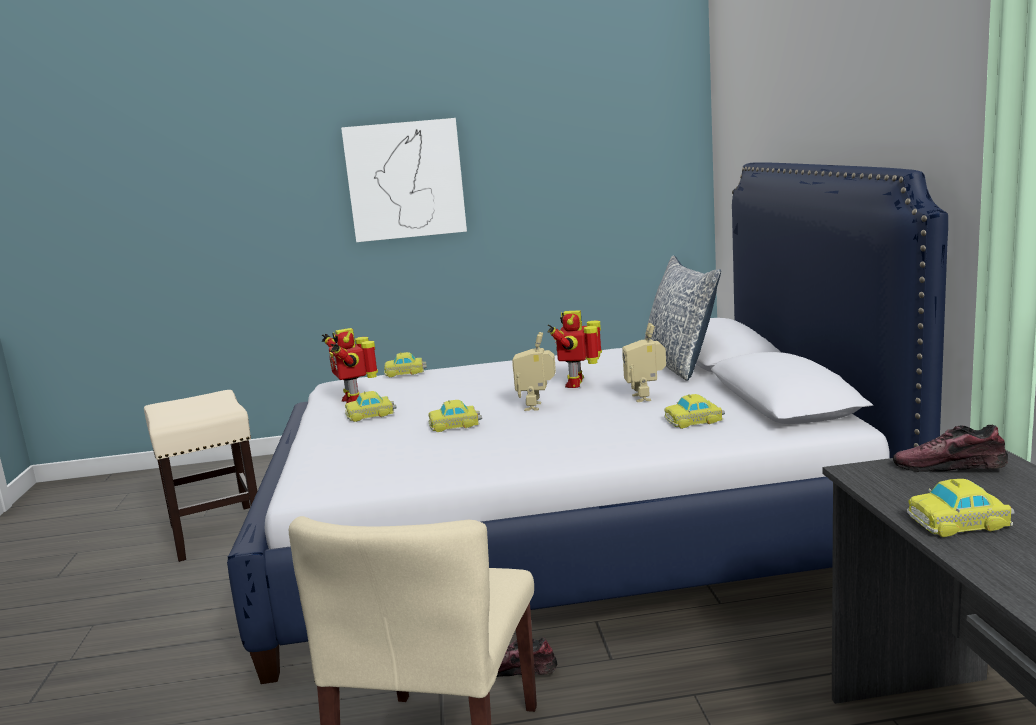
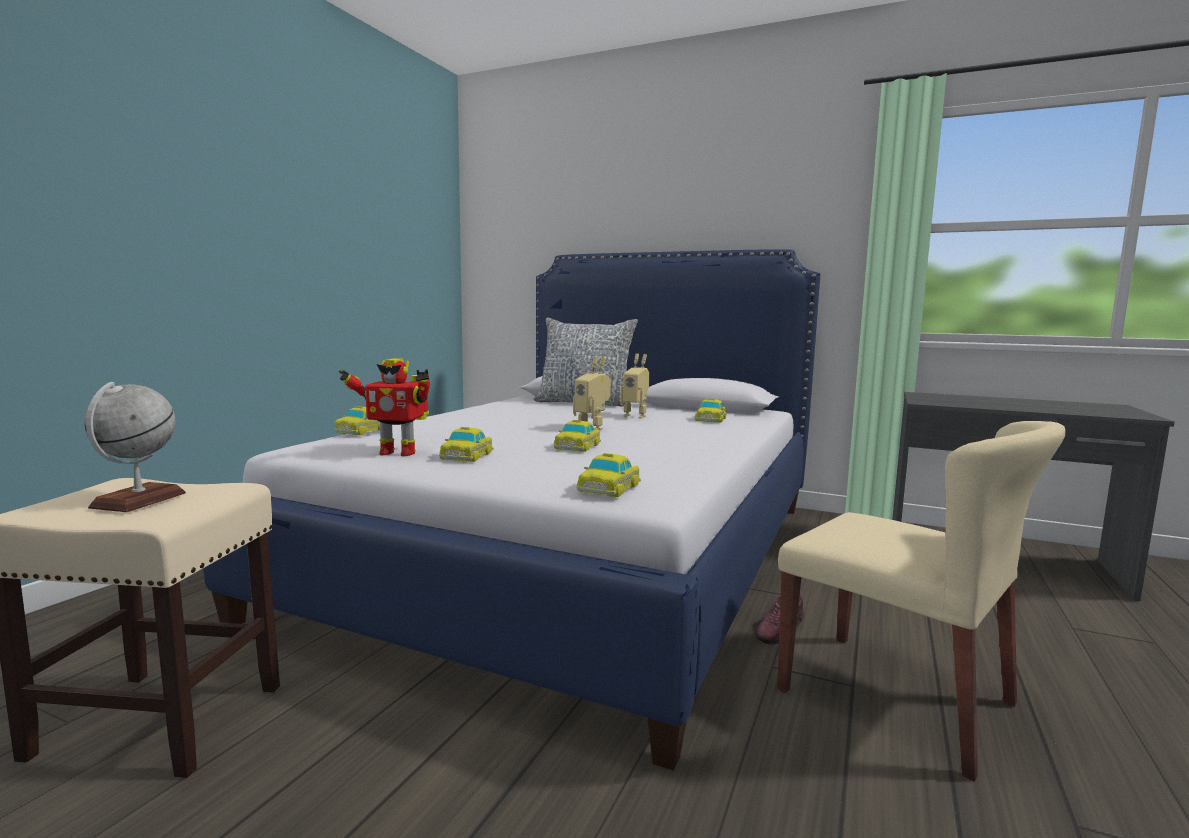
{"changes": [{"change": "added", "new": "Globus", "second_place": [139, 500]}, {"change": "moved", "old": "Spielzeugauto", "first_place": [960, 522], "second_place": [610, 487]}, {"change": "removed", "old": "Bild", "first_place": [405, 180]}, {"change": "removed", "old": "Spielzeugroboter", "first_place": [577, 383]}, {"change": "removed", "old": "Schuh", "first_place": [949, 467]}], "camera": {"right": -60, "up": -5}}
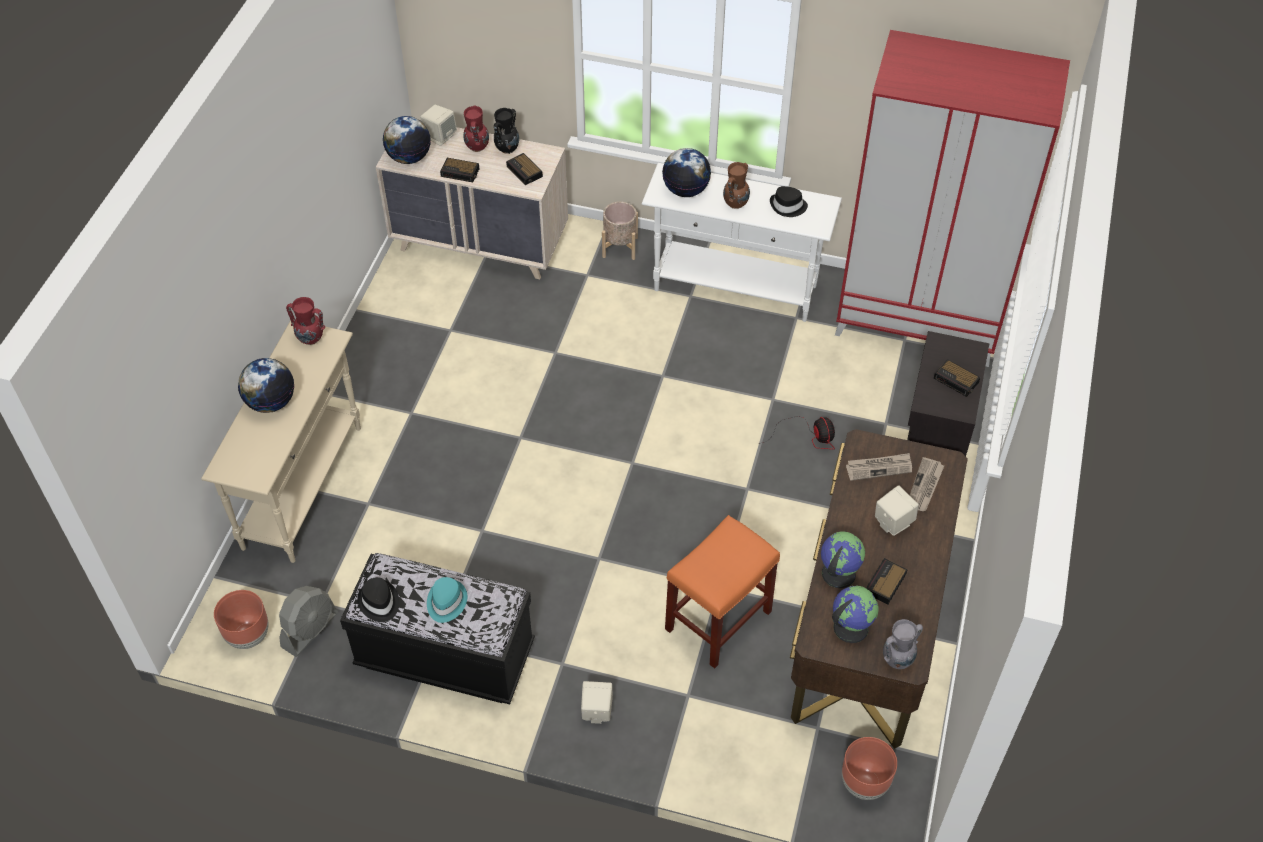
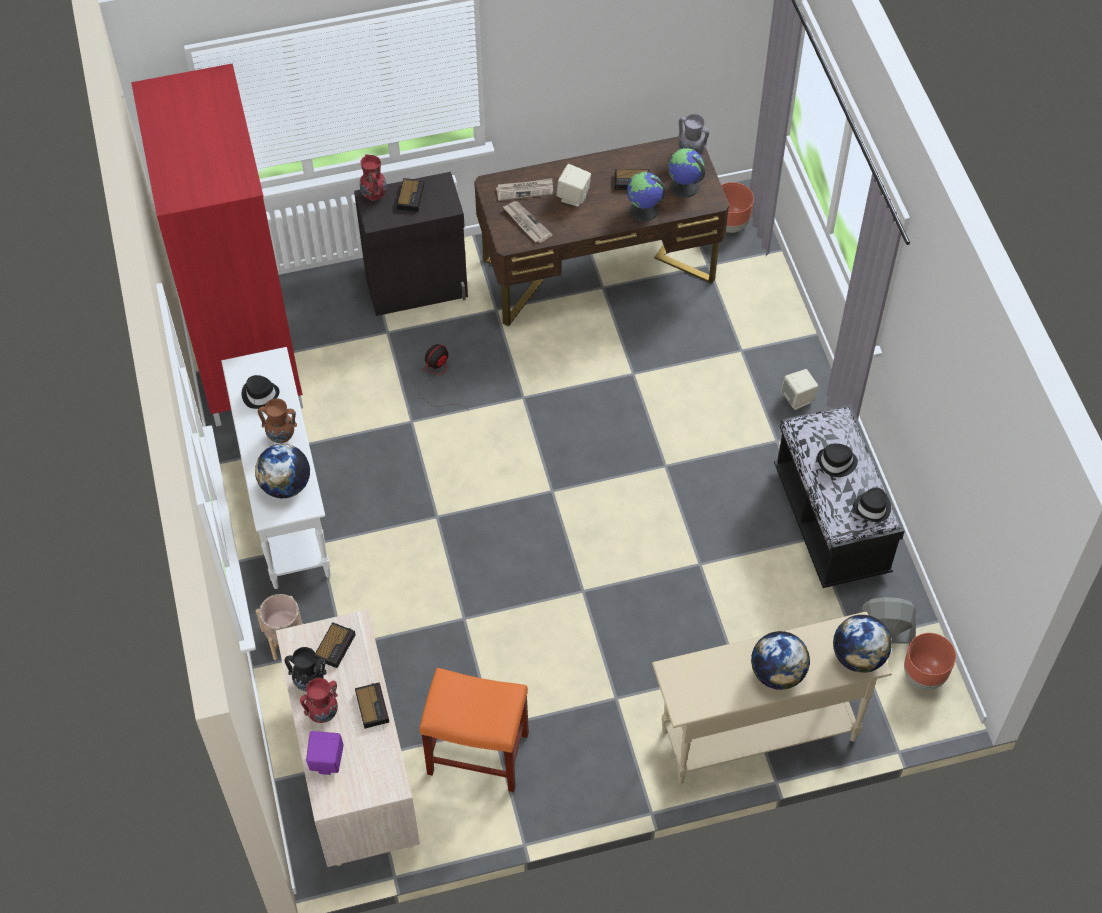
{"changes": [{"change": "recoloured", "old": "Lautsprecher (beige)", "new": "Lautsprecher (lila)", "first_place": [440, 136], "second_place": [326, 761]}, {"change": "moved", "old": "Vase (rot)", "first_place": [311, 339], "second_place": [374, 195]}, {"change": "moved", "old": "Hocker (orange)", "first_place": [719, 619], "second_place": [476, 753]}, {"change": "recoloured", "old": "Hut (türkis)", "new": "Hut (schwarz)", "first_place": [446, 602], "second_place": [837, 463]}, {"change": "moved", "old": "Globus", "first_place": [409, 157], "second_place": [858, 657]}], "camera": {"right": -120, "up": 5}}
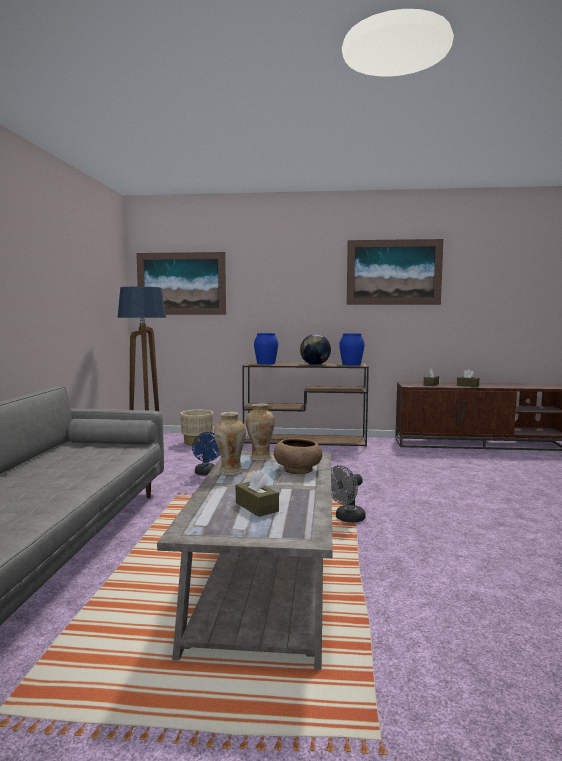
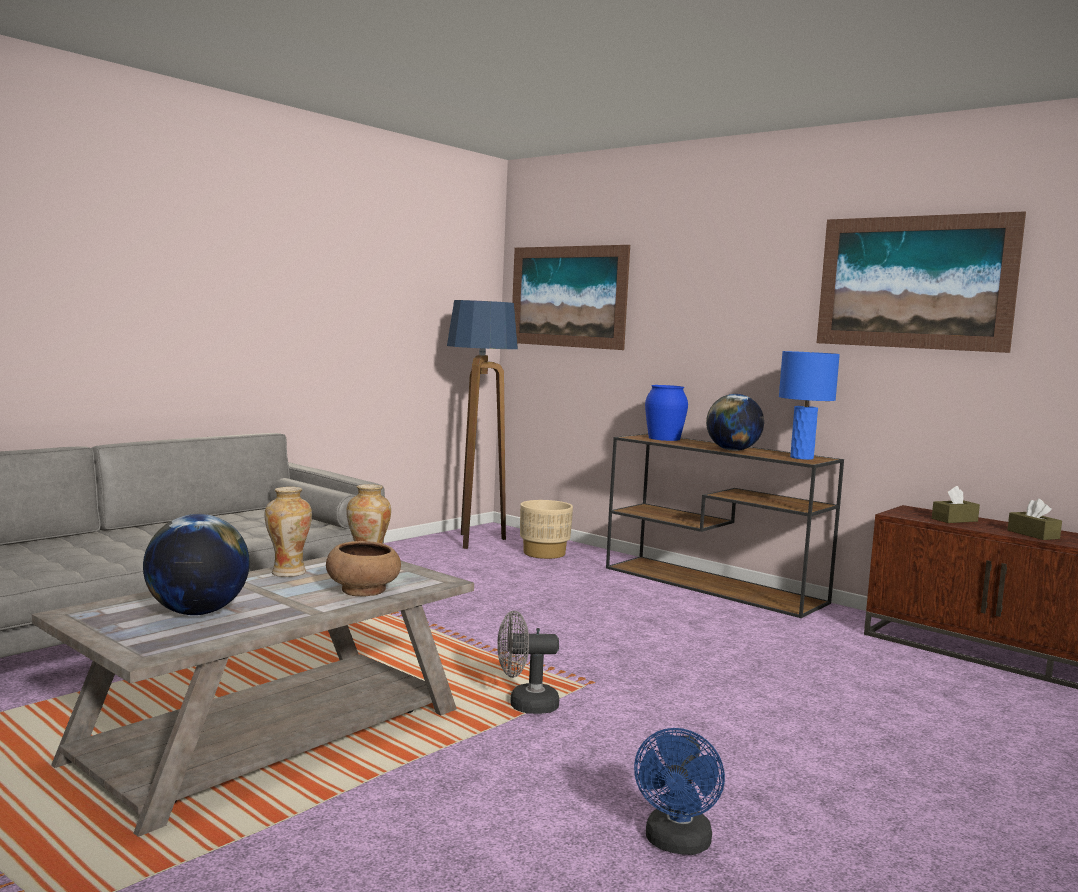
{"changes": [{"change": "replaced", "old": "Taschentuchbox (braun)", "new": "Globus", "first_place": [256, 507], "second_place": [197, 612]}, {"change": "moved", "old": "Ventilator (blau)", "first_place": [207, 473], "second_place": [676, 844]}, {"change": "replaced", "old": "Vase (blau)", "new": "Tischlampe (blau)", "first_place": [351, 364], "second_place": [801, 457]}], "camera": {"right": 35, "up": 0}}
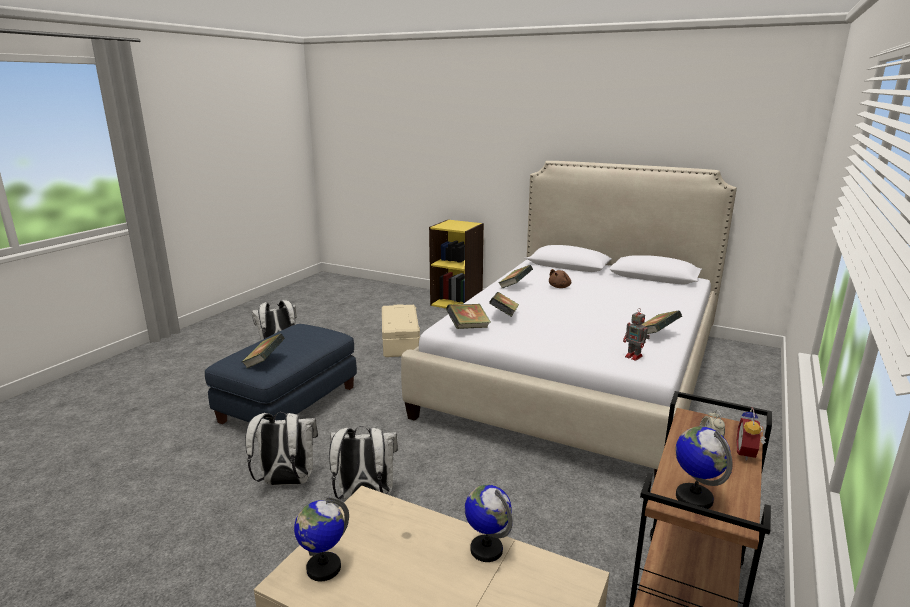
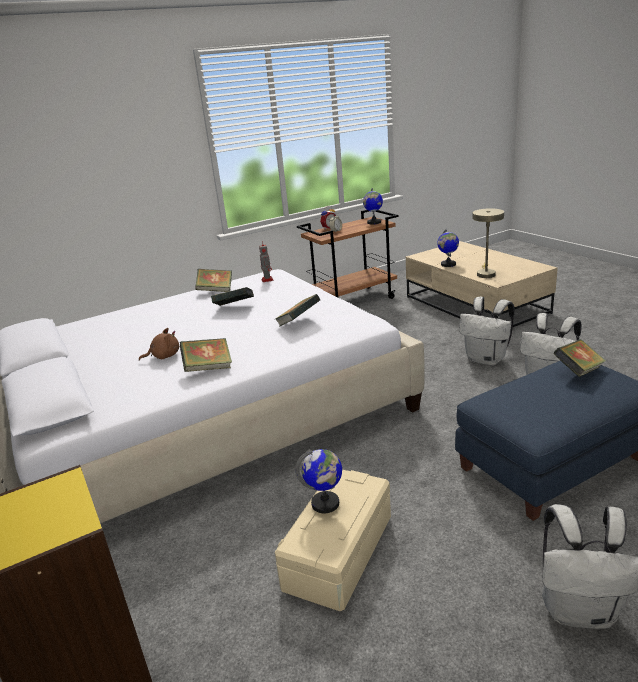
{"changes": [{"change": "moved", "old": "Buch", "first_place": [468, 328], "second_place": [234, 307]}, {"change": "moved", "old": "Globus", "first_place": [323, 568], "second_place": [325, 504]}, {"change": "added", "new": "Tischlampe (beige)", "second_place": [485, 273]}], "camera": {"right": -145, "up": 5}}
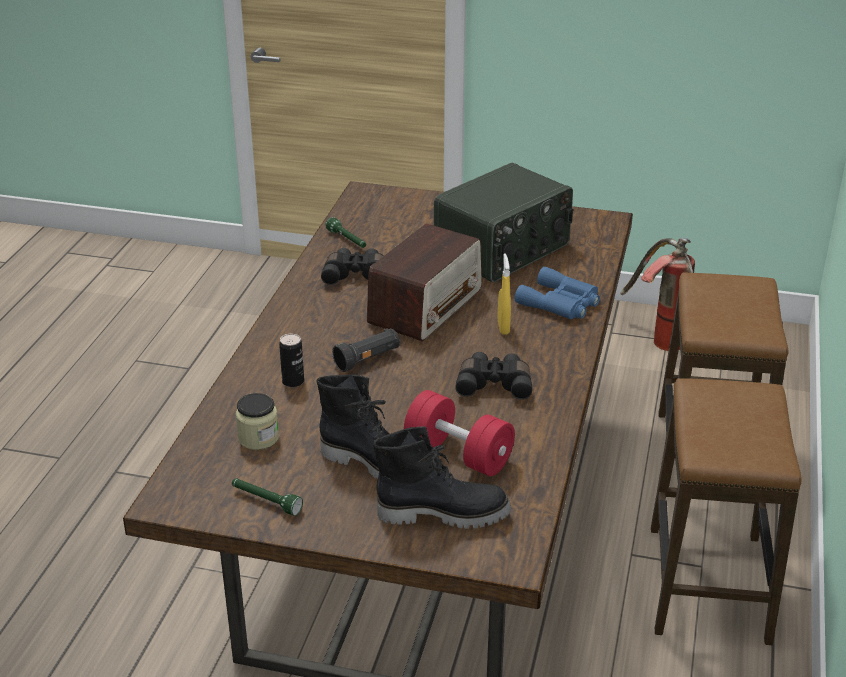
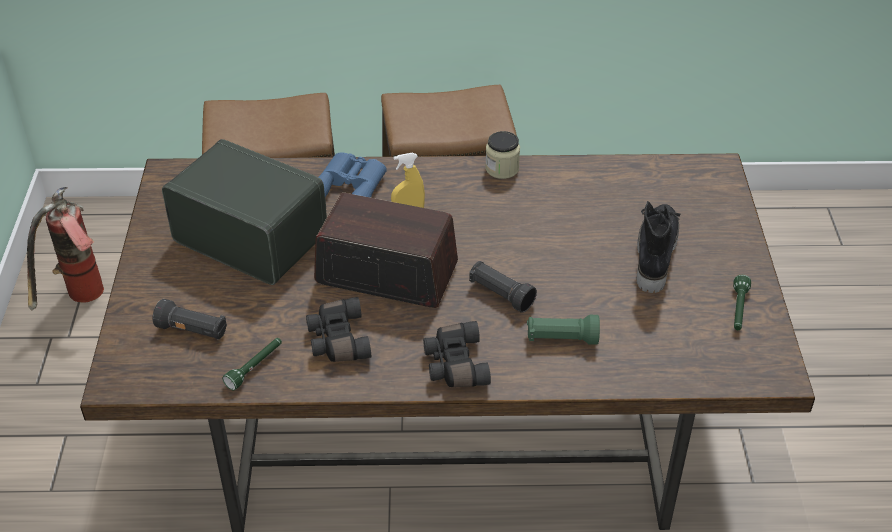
{"changes": [{"change": "added", "new": "Taschenlampe (schwarz)", "second_place": [193, 331]}, {"change": "moved", "old": "Fernglas (schwarz)", "first_place": [494, 384], "second_place": [454, 364]}, {"change": "moved", "old": "Vorratsglas", "first_place": [258, 438], "second_place": [502, 169]}, {"change": "replaced", "old": "Dose", "new": "Taschenlampe (grün)", "first_place": [293, 381], "second_place": [561, 338]}, {"change": "removed", "old": "Stiefel (schwarz)", "first_place": [443, 513]}, {"change": "removed", "old": "Hantel (rot)", "first_place": [458, 454]}], "camera": {"right": -105, "up": 10}}
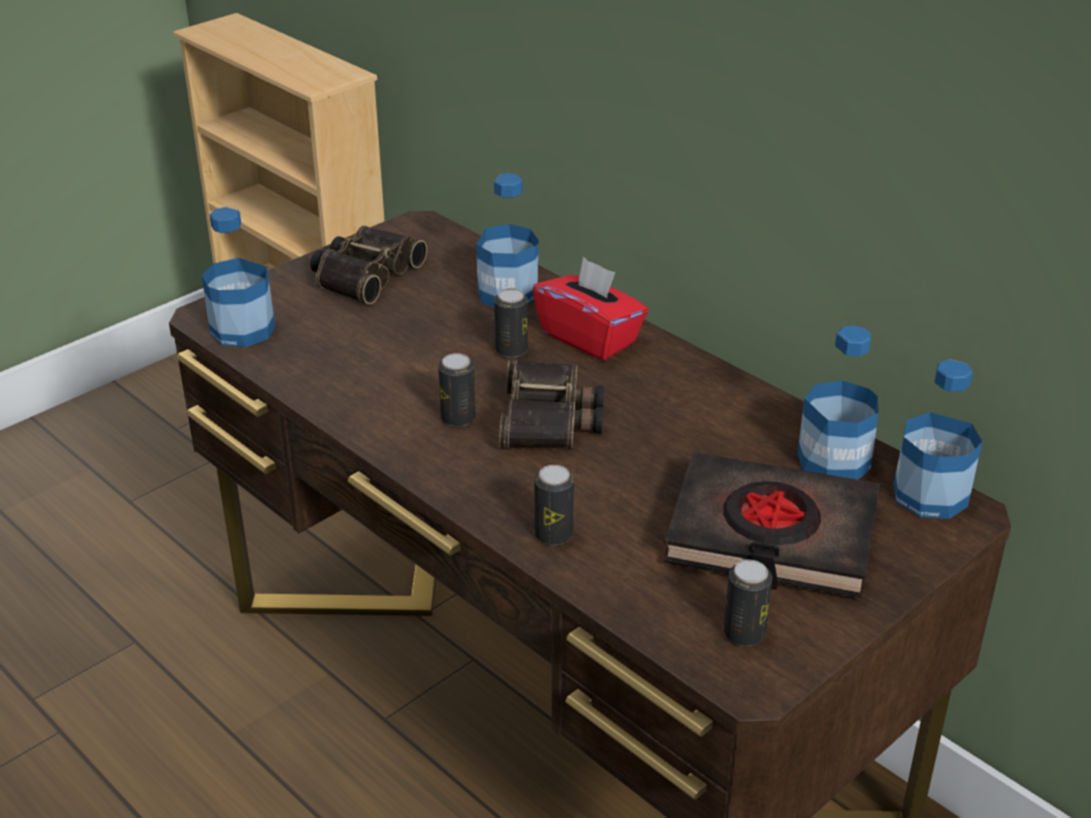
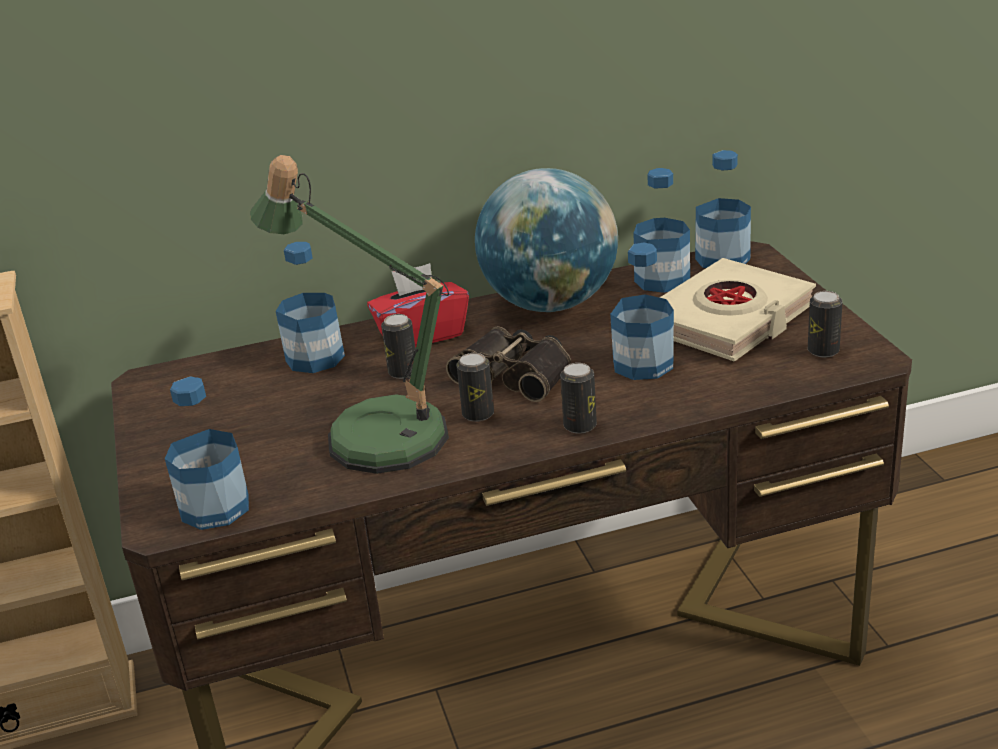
{"changes": [{"change": "added", "new": "Tischlampe", "second_place": [374, 430]}, {"change": "added", "new": "Globus", "second_place": [551, 304]}, {"change": "moved", "old": "Dose", "first_place": [553, 534], "second_place": [580, 426]}, {"change": "added", "new": "Flasche", "second_place": [643, 364]}, {"change": "recoloured", "old": "Buch (schwarz)", "new": "Buch (beige)", "first_place": [771, 537], "second_place": [728, 319]}, {"change": "removed", "old": "Fernglas", "first_place": [364, 274]}], "camera": {"right": -60, "up": -5}}
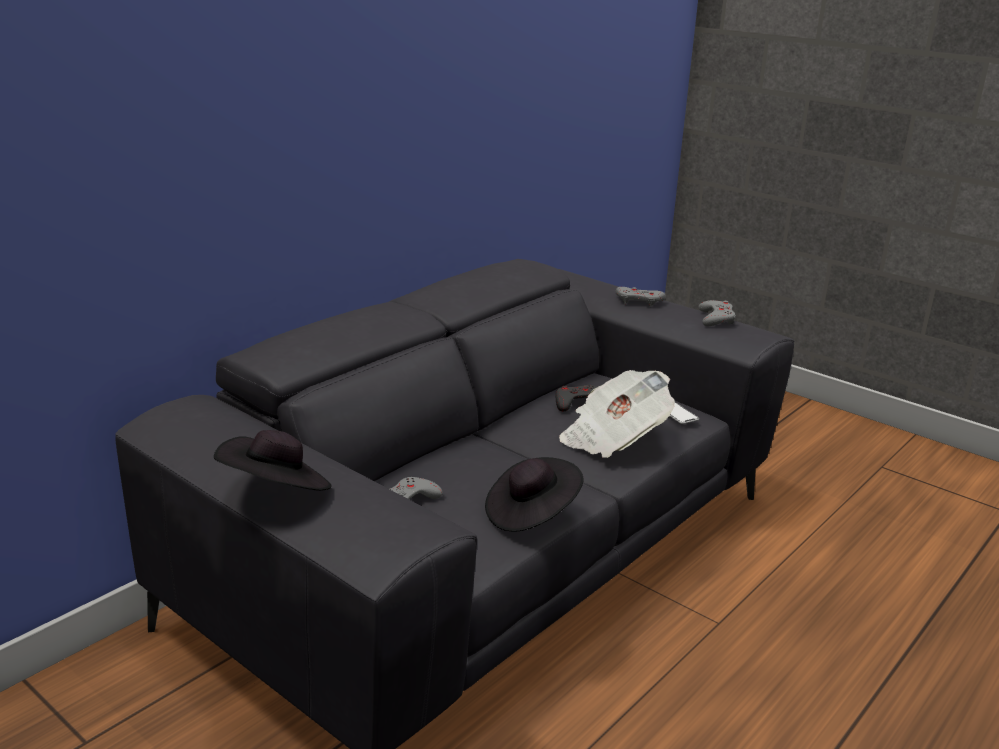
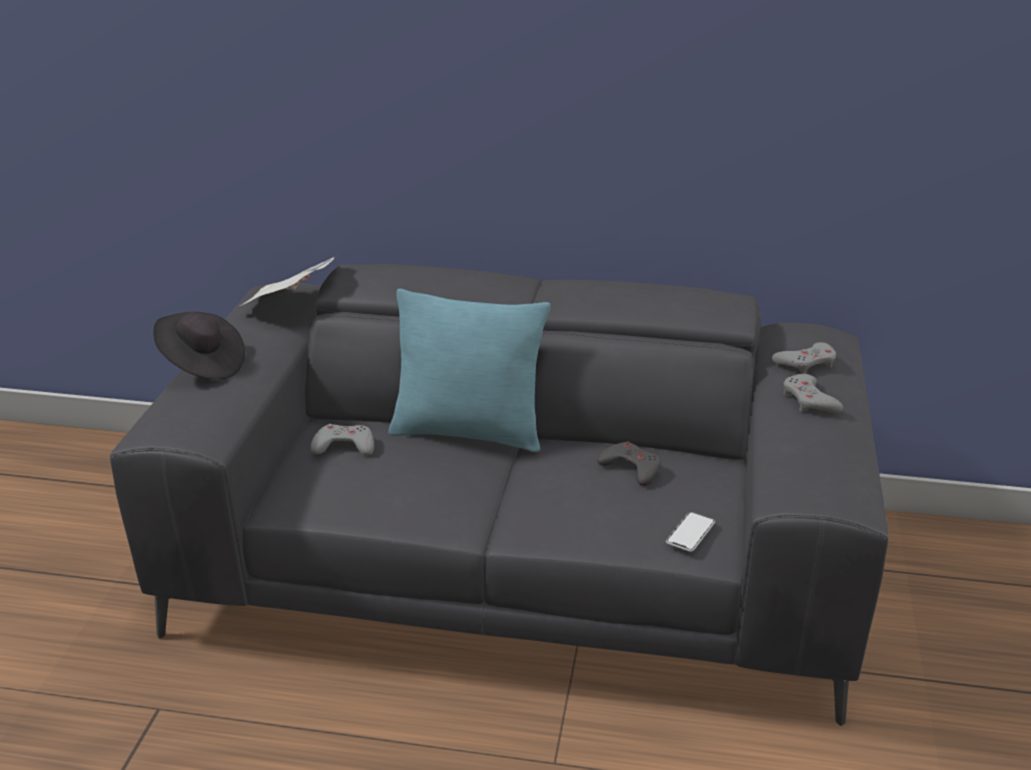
{"changes": [{"change": "moved", "old": "Zeitung", "first_place": [613, 438], "second_place": [290, 307]}, {"change": "added", "new": "Kissen (türkis)", "second_place": [468, 433]}, {"change": "moved", "old": "Gamepad (grau)", "first_place": [716, 318], "second_place": [806, 363]}, {"change": "removed", "old": "Hut (schwarz)", "first_place": [531, 513]}], "camera": {"right": 60, "up": 5}}
